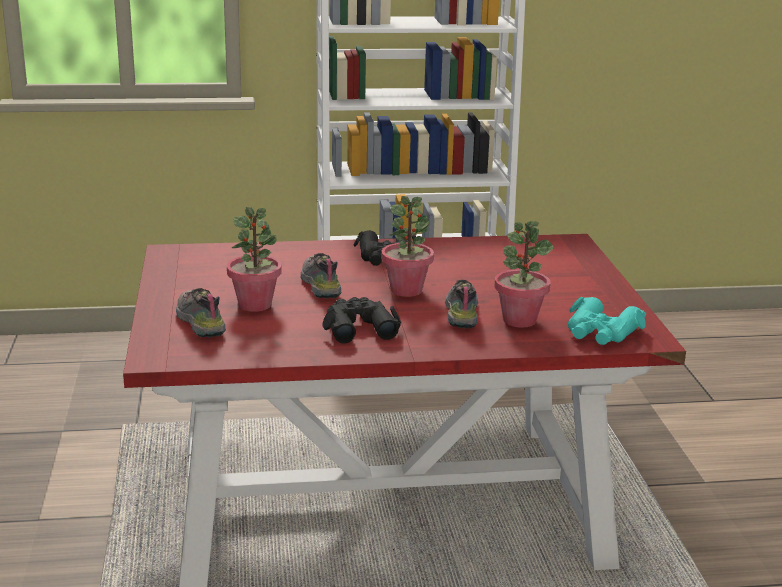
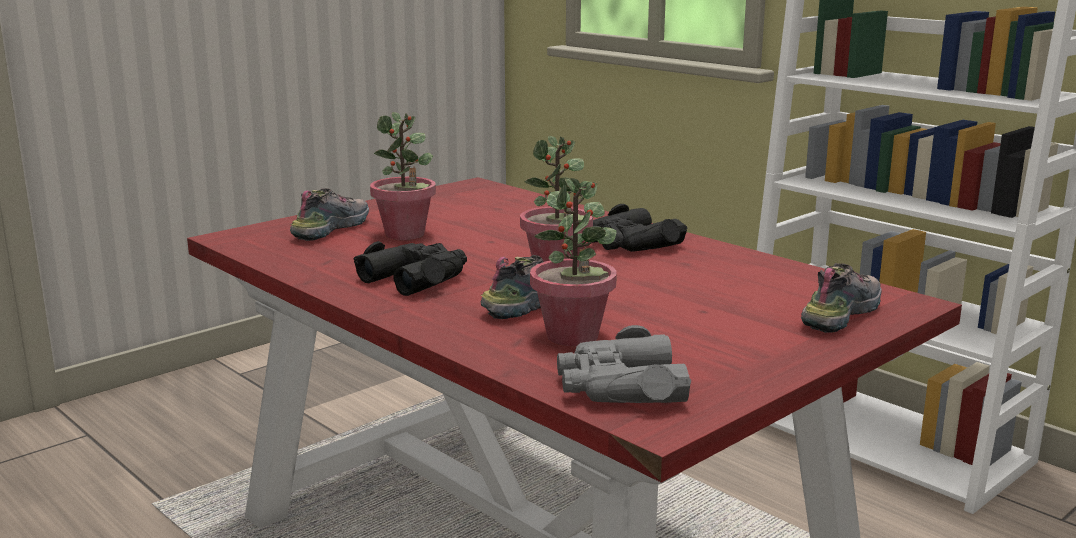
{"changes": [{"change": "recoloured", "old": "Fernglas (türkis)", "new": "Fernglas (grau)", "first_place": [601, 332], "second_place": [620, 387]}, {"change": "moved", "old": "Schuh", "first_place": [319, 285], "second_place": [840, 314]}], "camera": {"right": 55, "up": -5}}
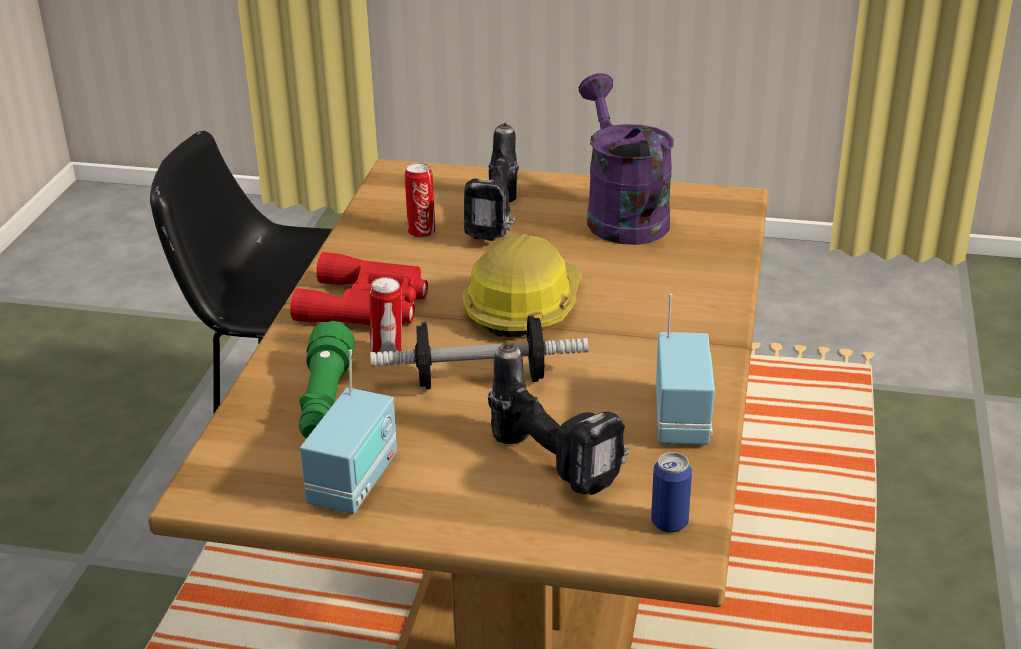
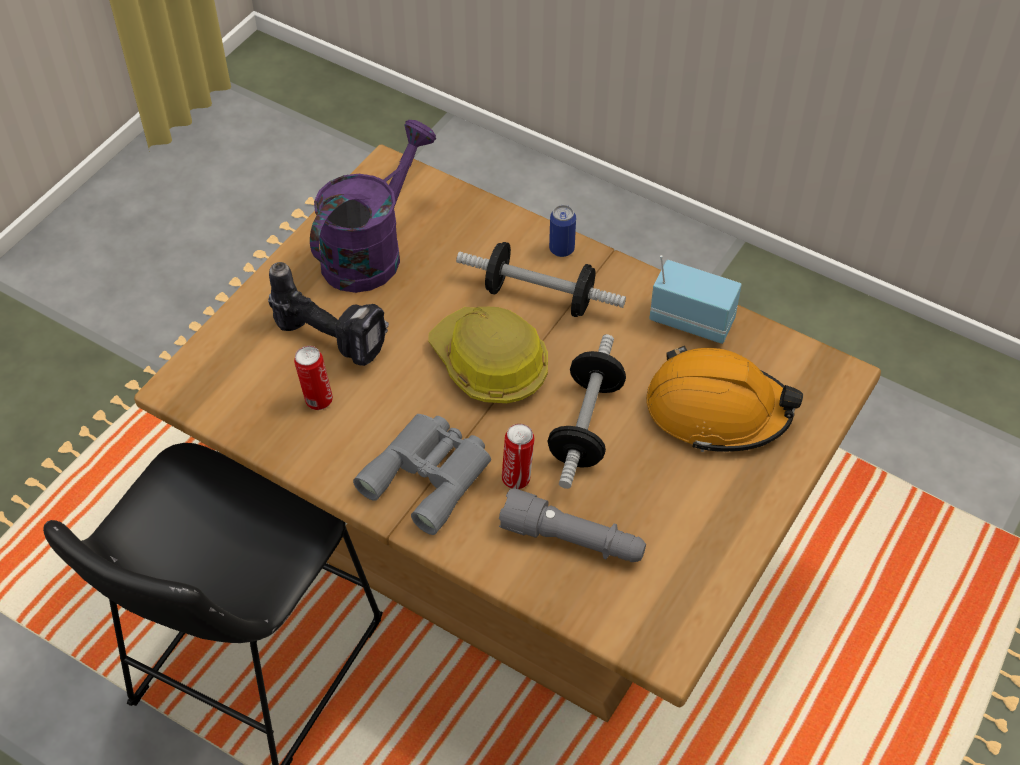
{"changes": [{"change": "turned", "old": "Gießkanne (lila)", "first_place": [621, 214], "second_place": [370, 250], "degrees": 120}, {"change": "recoloured", "old": "Fernglas (rot)", "new": "Fernglas (grau)", "first_place": [367, 306], "second_place": [430, 474]}, {"change": "added", "new": "Hantel", "second_place": [539, 297]}, {"change": "recoloured", "old": "Taschenlampe (grün)", "new": "Taschenlampe (grau)", "first_place": [325, 402], "second_place": [573, 540]}, {"change": "moved", "old": "Dose", "first_place": [669, 523], "second_place": [561, 249]}, {"change": "replaced", "old": "Bohrmaschine", "new": "Schutzhelm (orange)", "first_place": [558, 463], "second_place": [717, 410]}, {"change": "removed", "old": "Radio", "first_place": [354, 482]}], "camera": {"right": -70, "up": 20}}
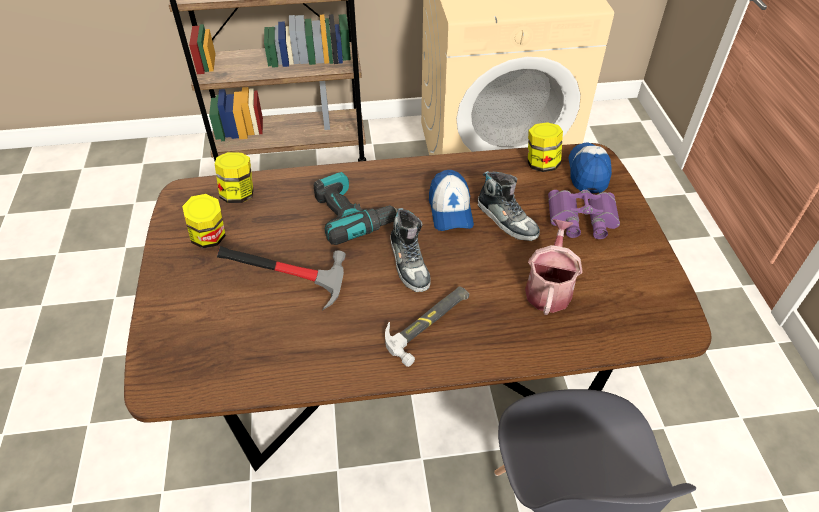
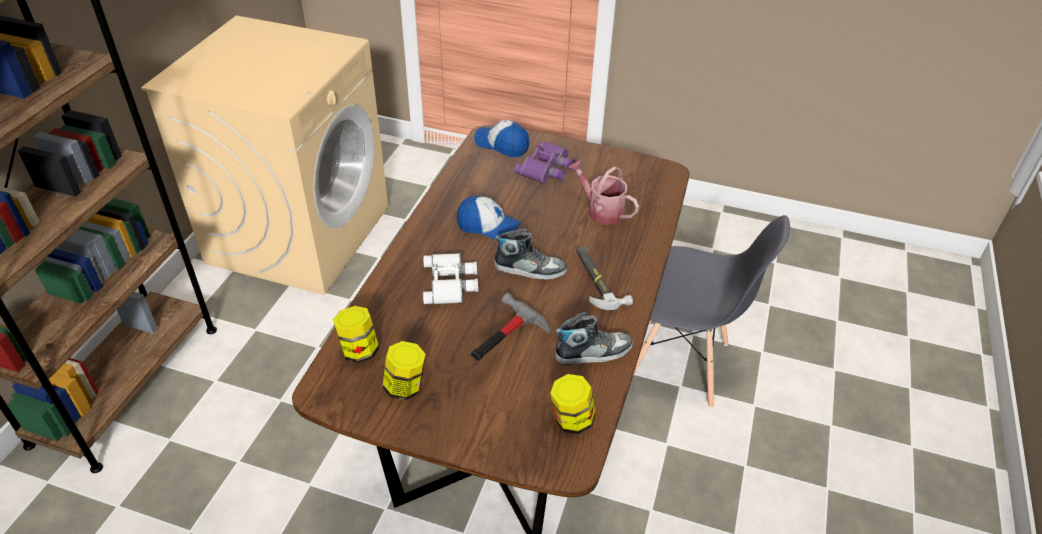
{"changes": [{"change": "replaced", "old": "Bohrmaschine", "new": "Fernglas (weiß)", "first_place": [353, 216], "second_place": [451, 283]}, {"change": "moved", "old": "Vorratsglas", "first_place": [541, 164], "second_place": [571, 420]}, {"change": "moved", "old": "Schuh", "first_place": [507, 219], "second_place": [593, 352]}], "camera": {"right": -65, "up": -5}}
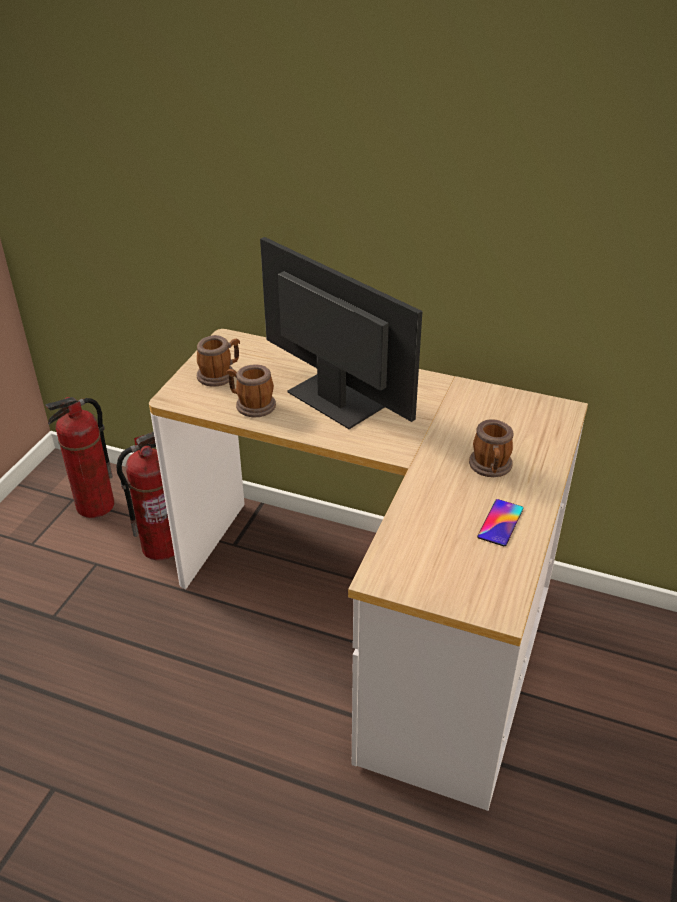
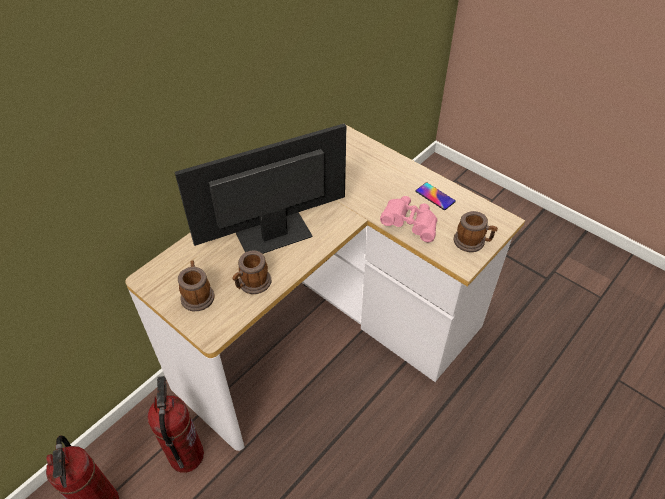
{"changes": [{"change": "added", "new": "Fernglas (rosa)", "second_place": [410, 225]}, {"change": "moved", "old": "Henkelbecher", "first_place": [491, 467], "second_place": [472, 242]}], "camera": {"right": -70, "up": 10}}
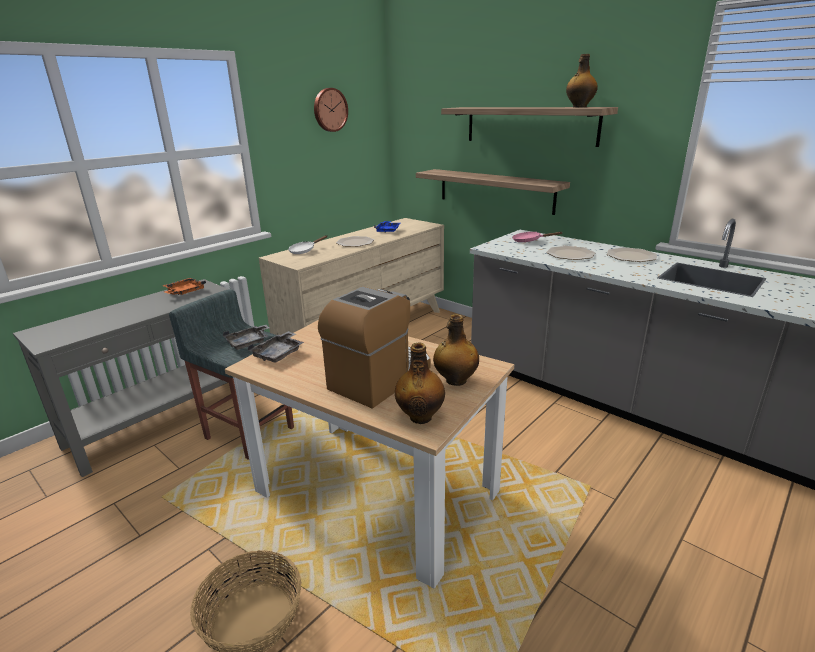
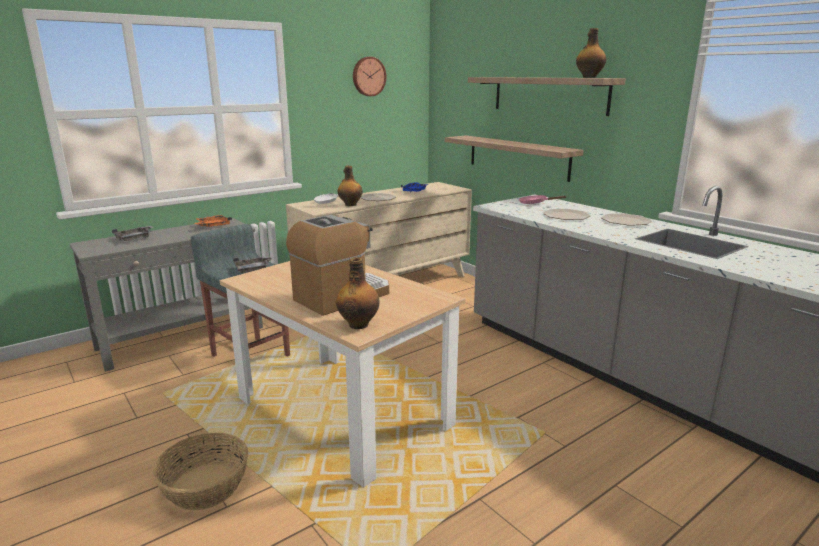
{"changes": [{"change": "moved", "old": "Tablett (grau)", "first_place": [279, 354], "second_place": [135, 238]}, {"change": "moved", "old": "Flasche", "first_place": [455, 380], "second_place": [350, 205]}], "camera": {"right": 10, "up": -5}}
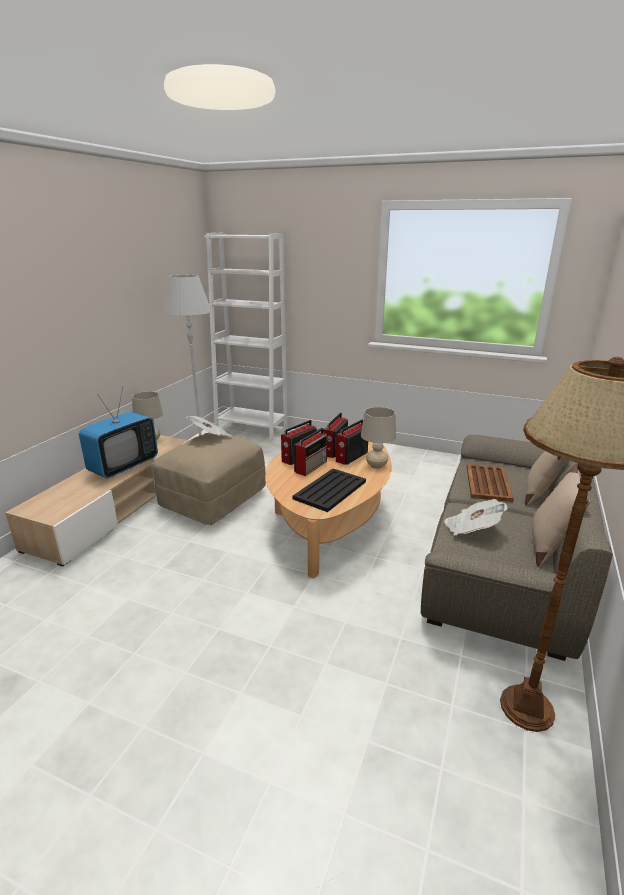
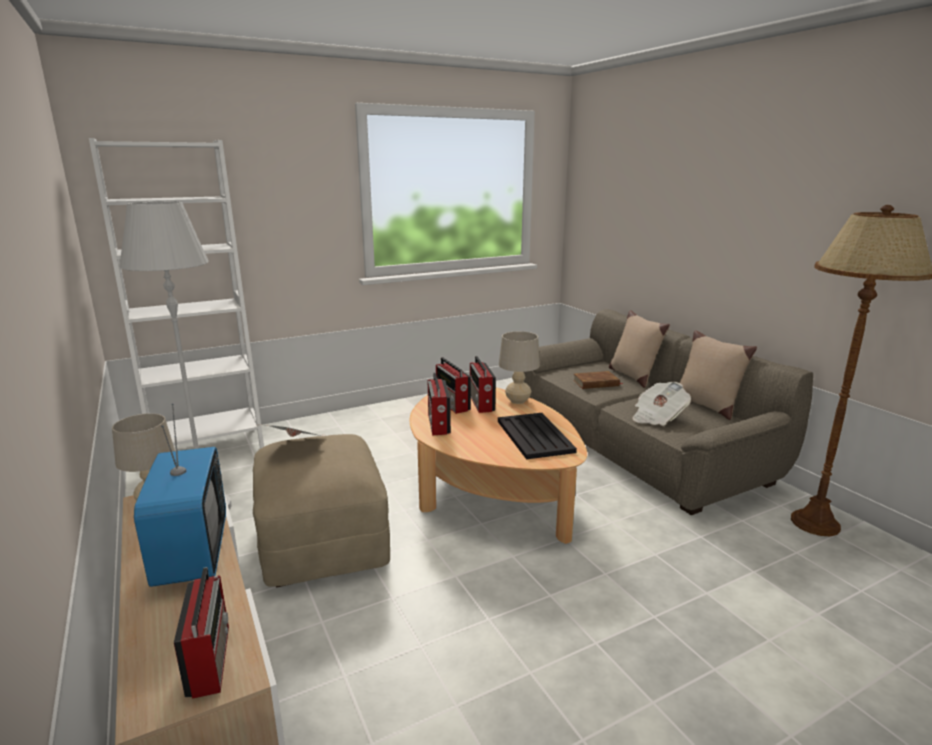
{"changes": [{"change": "moved", "old": "Radio", "first_place": [311, 466], "second_place": [210, 659]}, {"change": "replaced", "old": "Tablett (braun)", "new": "Buch (braun)", "first_place": [488, 483], "second_place": [596, 383]}], "camera": {"right": -50, "up": -5}}
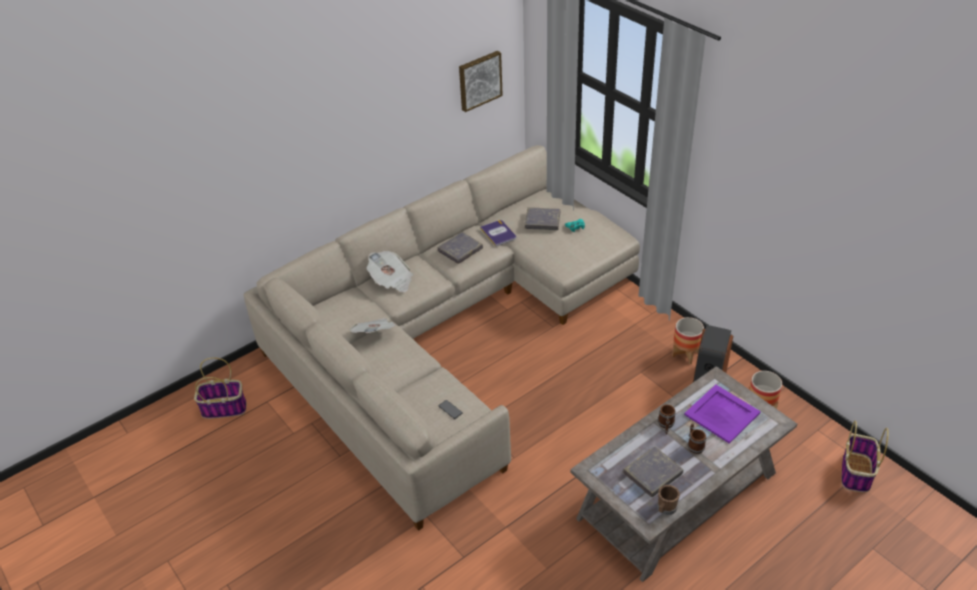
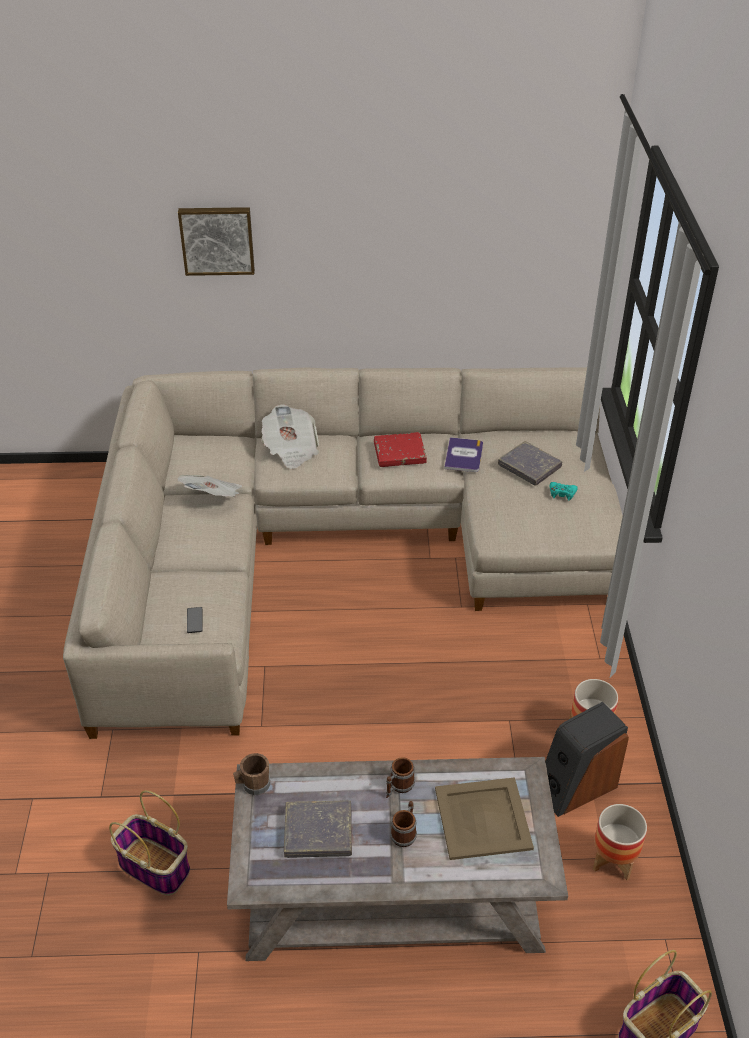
{"changes": [{"change": "moved", "old": "Korb", "first_place": [225, 408], "second_place": [156, 867]}, {"change": "moved", "old": "Bild", "first_place": [479, 80], "second_place": [217, 240]}, {"change": "moved", "old": "Henkelbecher (braun)", "first_place": [665, 508], "second_place": [253, 784]}, {"change": "recoloured", "old": "Buch (grau)", "new": "Buch (rot)", "first_place": [460, 250], "second_place": [399, 453]}, {"change": "recoloured", "old": "Tablett (lila)", "new": "Tablett (beige)", "first_place": [721, 414], "second_place": [482, 818]}], "camera": {"right": 35, "up": 0}}
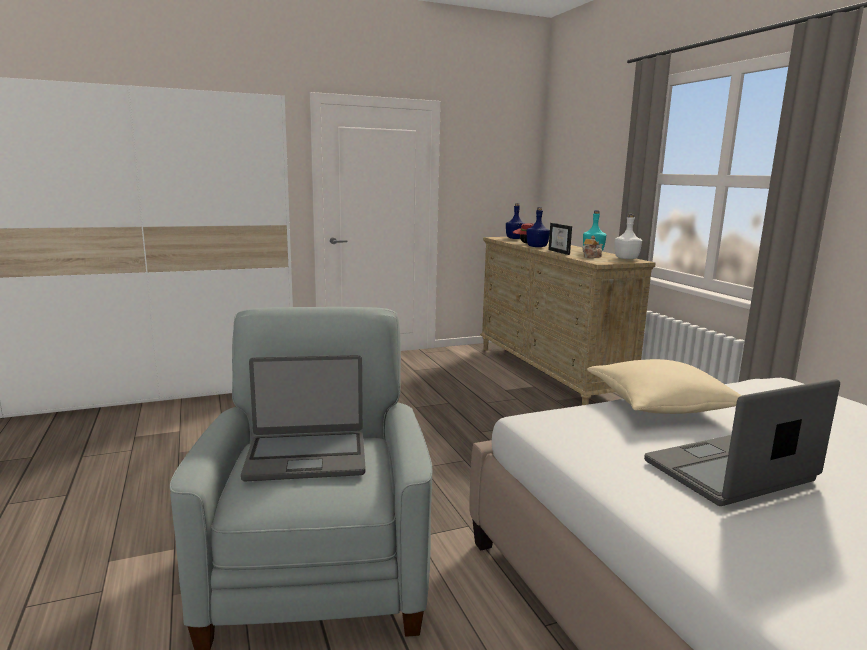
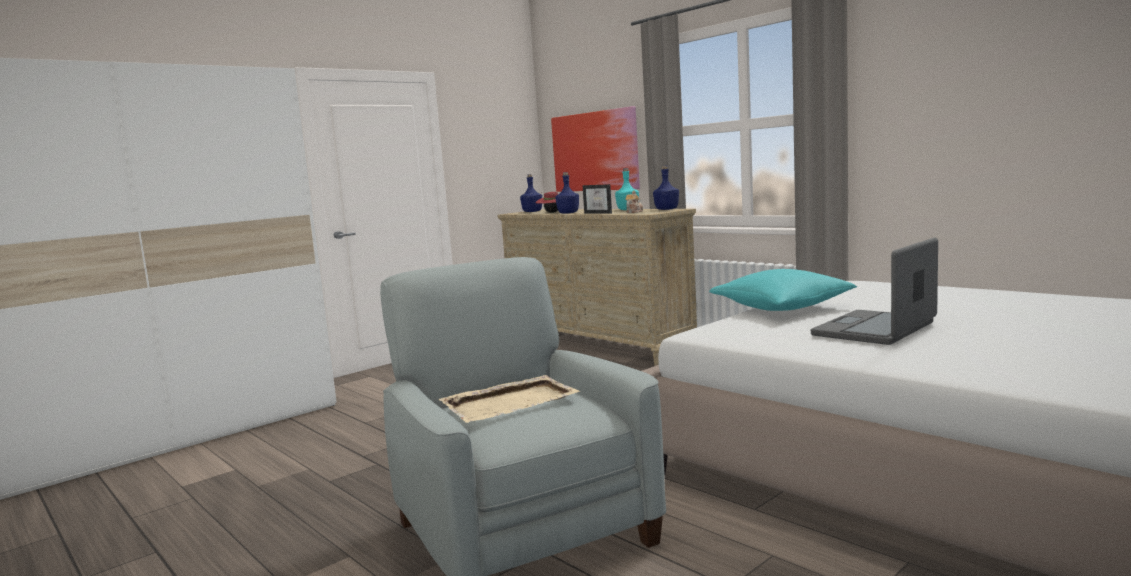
{"changes": [{"change": "replaced", "old": "Laptop", "new": "Tablett (beige)", "first_place": [306, 456], "second_place": [511, 402]}, {"change": "added", "new": "Bild", "second_place": [595, 151]}, {"change": "recoloured", "old": "Flasche (weiß)", "new": "Flasche (blau)", "first_place": [626, 258], "second_place": [667, 209]}, {"change": "recoloured", "old": "Kissen (beige)", "new": "Kissen (türkis)", "first_place": [660, 406], "second_place": [781, 308]}], "camera": {"right": -20, "up": -5}}
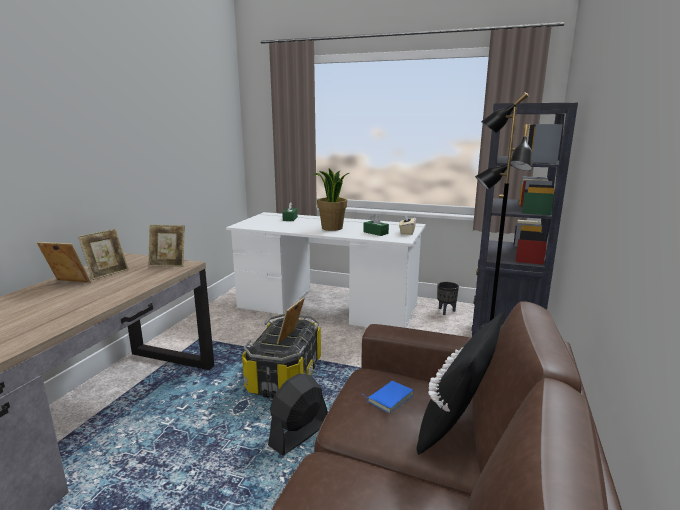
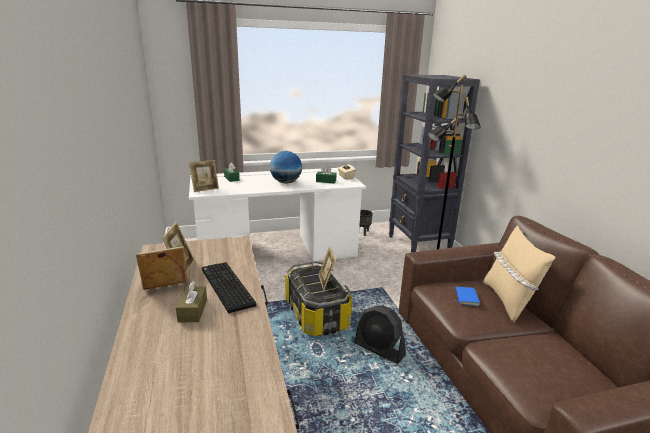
{"changes": [{"change": "added", "new": "Taschentuchbox (braun)", "second_place": [193, 310]}, {"change": "moved", "old": "Bilderrahmen", "first_place": [168, 264], "second_place": [205, 189]}, {"change": "added", "new": "Tastatur", "second_place": [225, 287]}, {"change": "replaced", "old": "Topfpflanze", "new": "Globus", "first_place": [332, 228], "second_place": [286, 182]}, {"change": "turned", "old": "Ventilator (schwarz)", "first_place": [299, 434], "second_place": [379, 349], "degrees": -60}, {"change": "recoloured", "old": "Kissen (schwarz)", "new": "Kissen (beige)", "first_place": [457, 426], "second_place": [508, 300]}], "camera": {"right": -35, "up": 5}}
